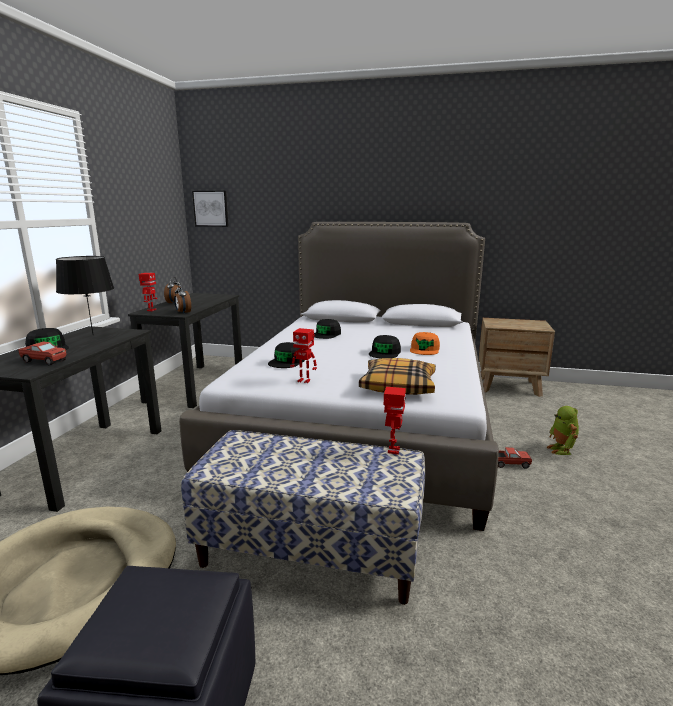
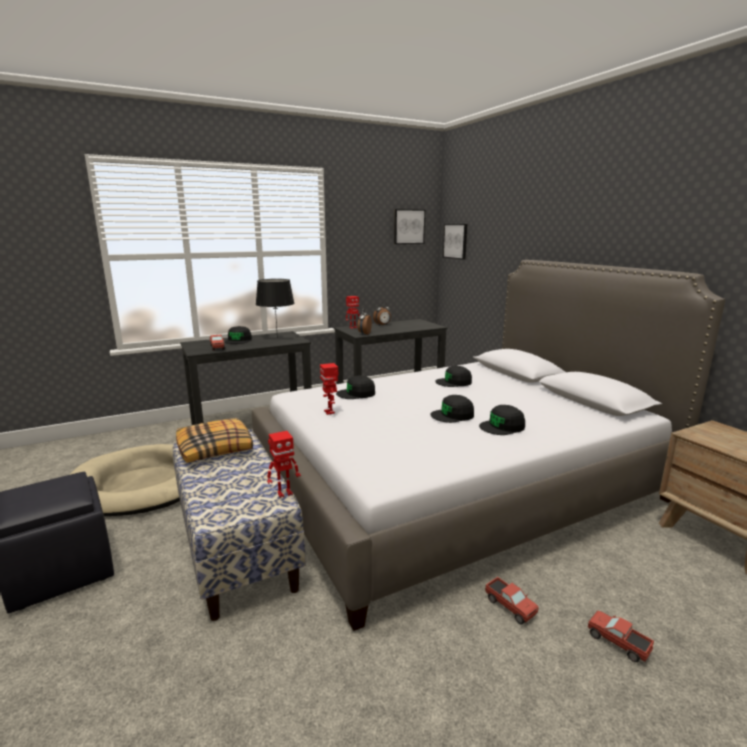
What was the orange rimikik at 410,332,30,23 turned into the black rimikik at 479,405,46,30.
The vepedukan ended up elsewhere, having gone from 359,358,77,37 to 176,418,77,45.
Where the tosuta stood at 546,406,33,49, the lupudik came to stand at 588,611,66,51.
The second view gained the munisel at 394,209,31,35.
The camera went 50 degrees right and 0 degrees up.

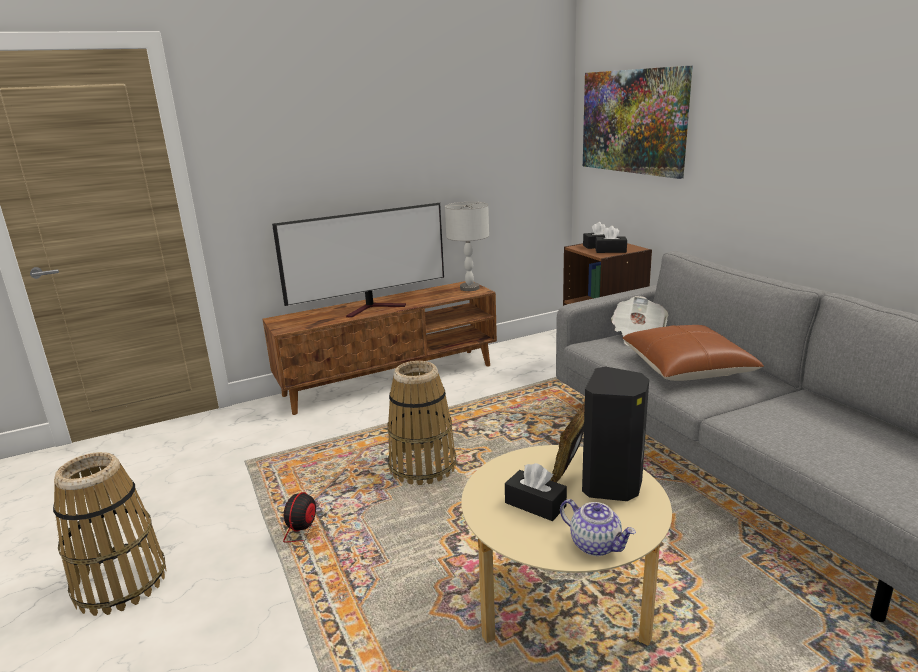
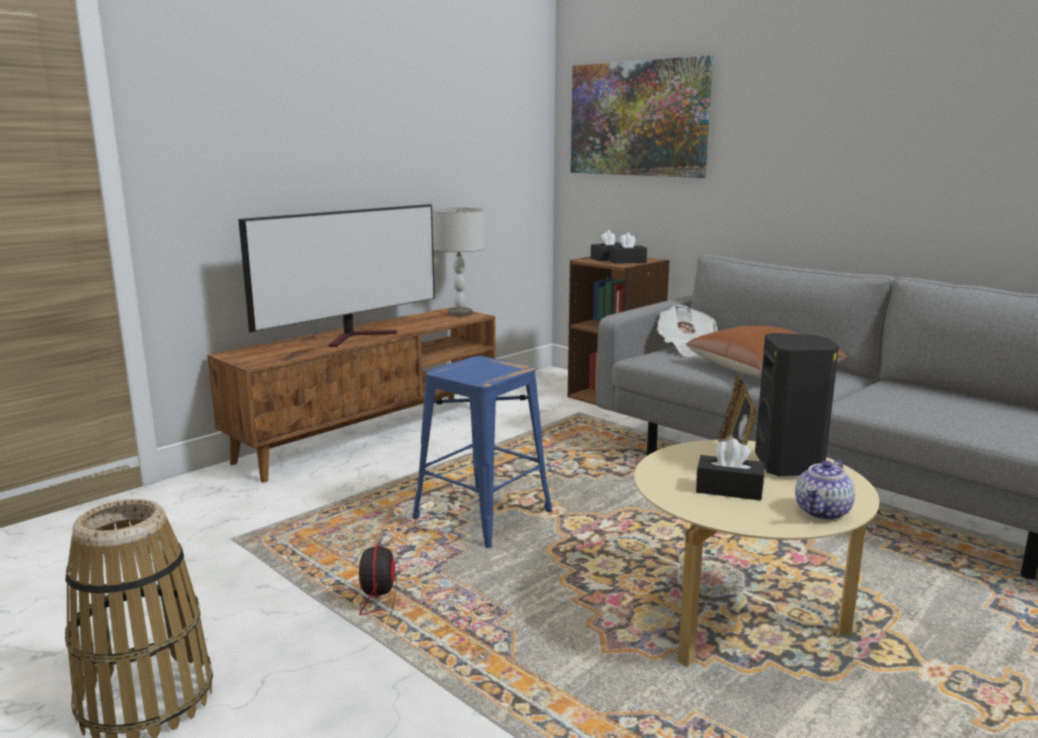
Where the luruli stood at 387,361,69,124, the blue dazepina came to stand at 412,356,140,192.
The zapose at 560,499,76,57 ended up facing another way, 105 degrees clockwise from before.
The camera went 20 degrees left and 5 degrees down.

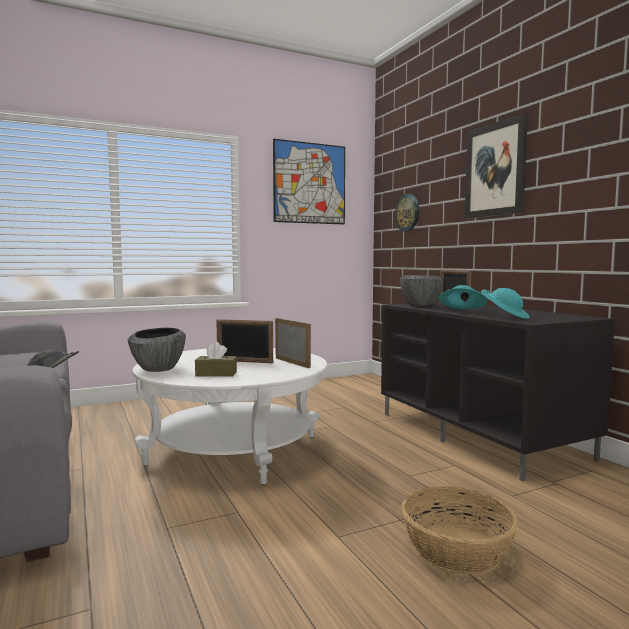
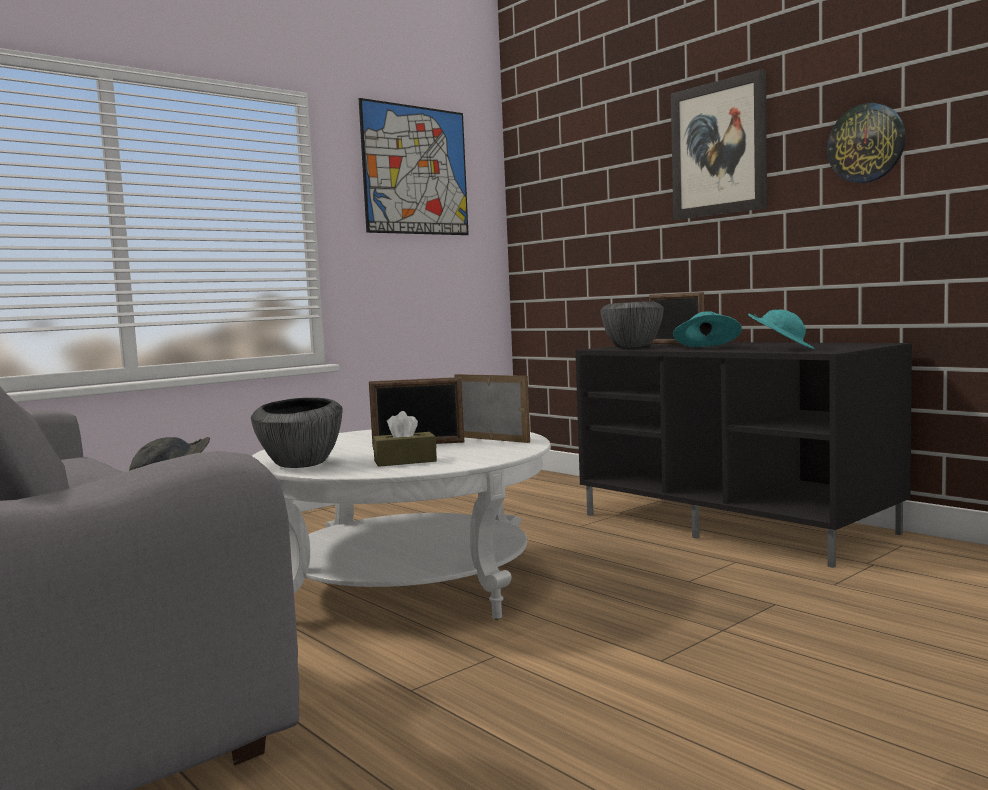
The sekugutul ended up elsewhere, having gone from 395,194,24,38 to 827,103,79,80.
The second view lost the luruli at 401,486,117,88.
The camera went 15 degrees left and 0 degrees up.

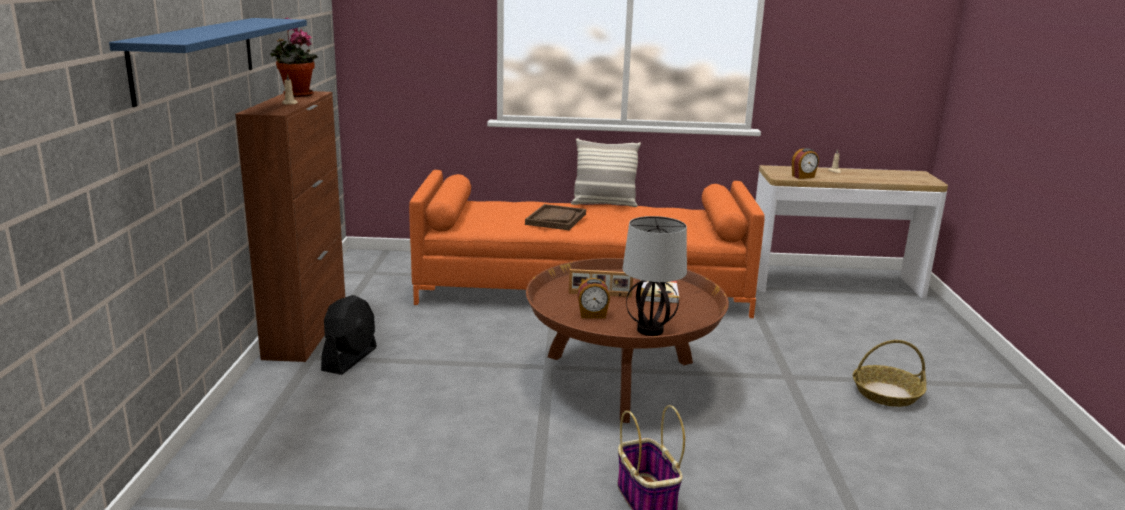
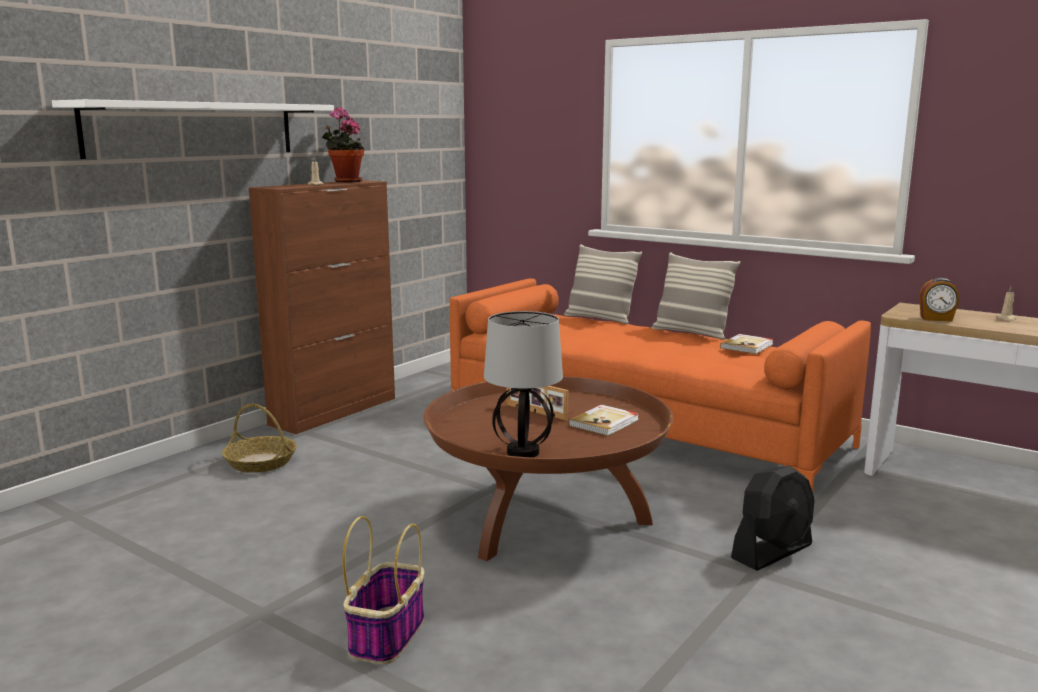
What was the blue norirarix at 109,18,198,89 turned into the white norirarix at 52,99,282,60.
The second view lost the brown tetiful at 525,204,61,26.
The second view lost the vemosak at 577,278,33,40.
The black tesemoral ended up elsewhere, having gone from 321,295,56,80 to 731,466,84,105.
The luruli ended up elsewhere, having gone from 853,340,73,67 to 222,404,75,69.
The second view gained the vepedukan at 564,244,78,80.
The second view gained the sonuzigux at 720,334,53,20.
The camera went 35 degrees right and 5 degrees down.

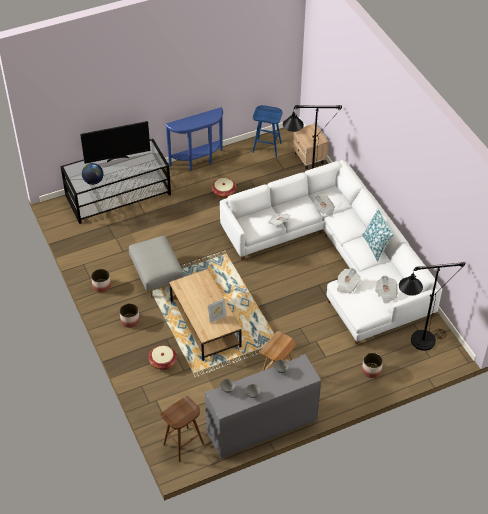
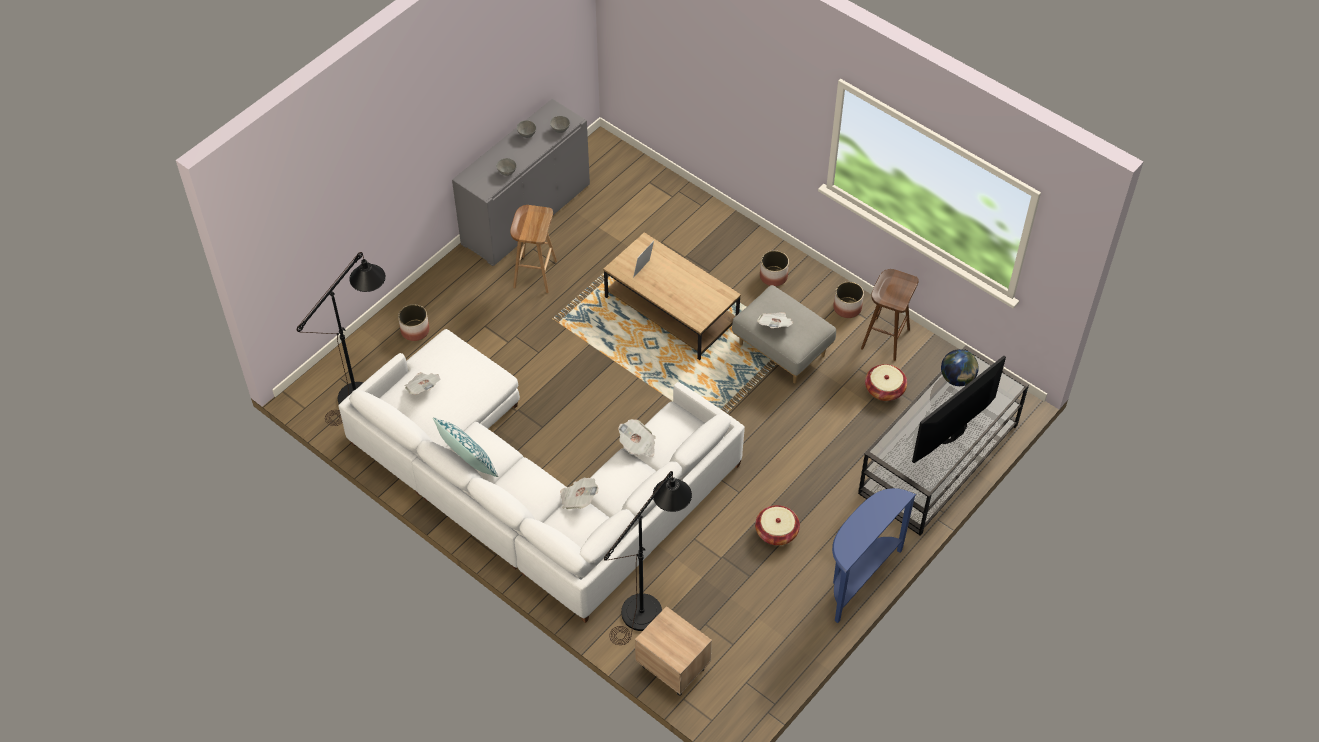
The second view lost the blue dazepina at 252,105,31,52.
The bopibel ended up elsewhere, having gone from 337,268,24,26 to 757,312,36,16.
The luruli ended up elsewhere, having gone from 149,345,28,25 to 865,364,42,37.
The brown dazepina ended up elsewhere, having gone from 160,396,44,66 to 861,269,58,92.
The camera went 155 degrees right and 5 degrees up.

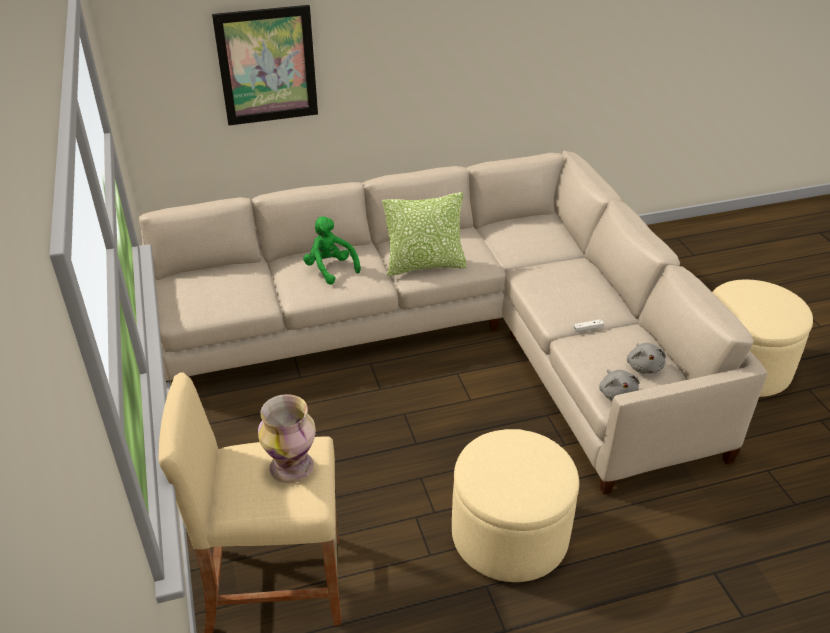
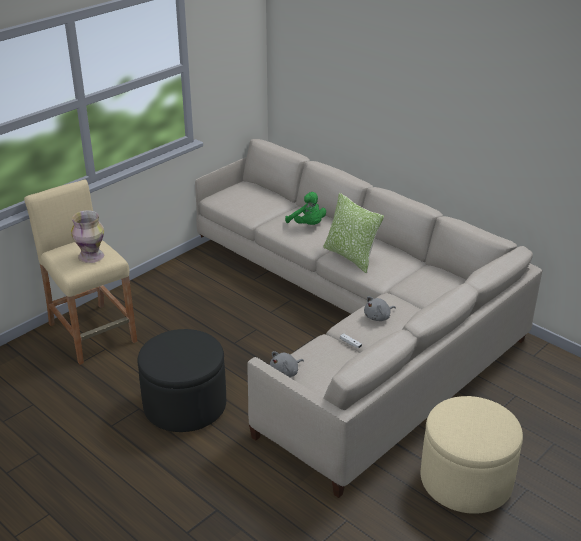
The second view lost the munisel at 212,5,106,120.
The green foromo at 303,216,58,69 ended up facing another way, 120 degrees clockwise from before.
The grey foromo ended up elsewhere, having gone from 627,343,39,31 to 364,296,32,25.
What was the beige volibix at 452,429,127,153 turned into the black volibix at 137,329,89,103.
The camera went 60 degrees right and 5 degrees down.

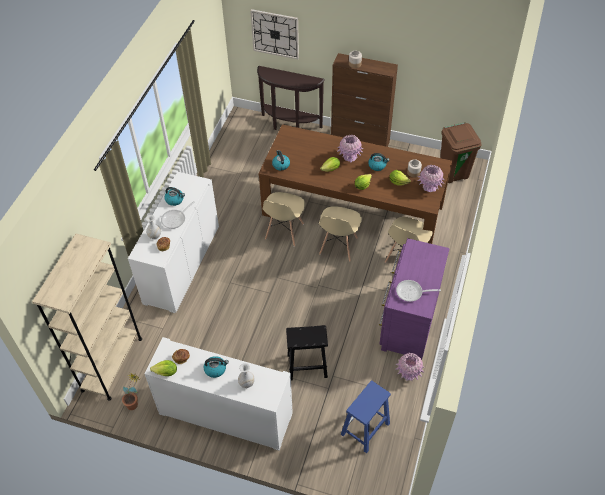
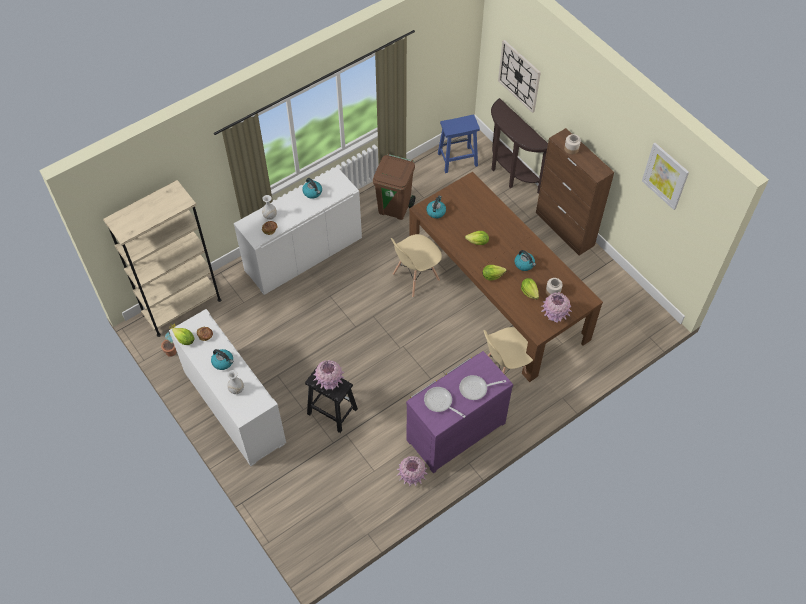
The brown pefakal ended up elsewhere, having gone from 440,122,42,61 to 373,154,42,66.
The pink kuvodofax ended up elsewhere, having gone from 337,135,26,27 to 313,360,32,30.
The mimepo ended up elsewhere, having gone from 161,201,34,28 to 459,375,47,25.
The second view lost the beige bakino at 319,206,43,56.
The blue dazepina ended up elsewhere, having gone from 341,380,50,74 to 438,114,42,59.
The second view gained the munisel at 642,143,47,67.
The camera went 35 degrees right and 5 degrees up.

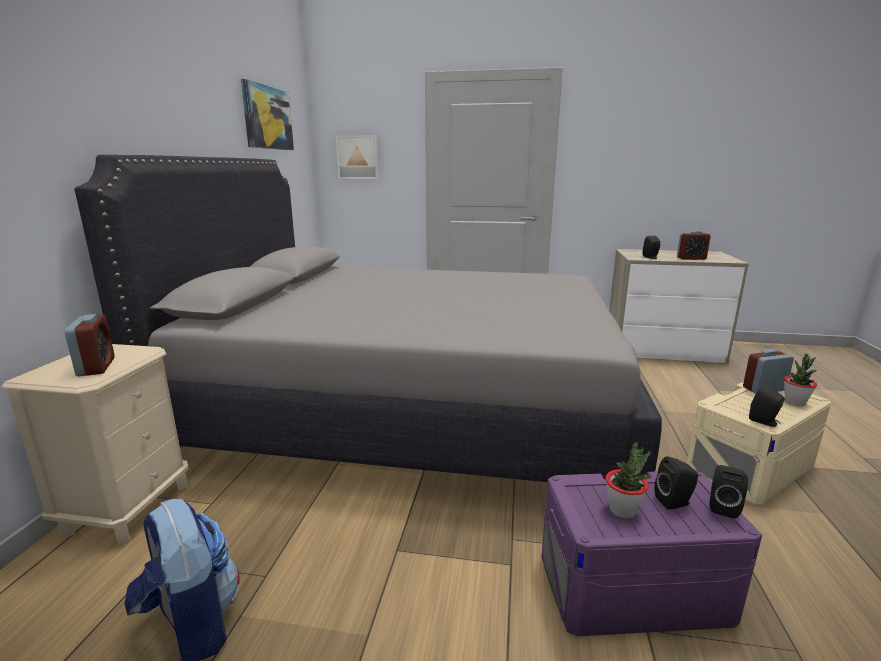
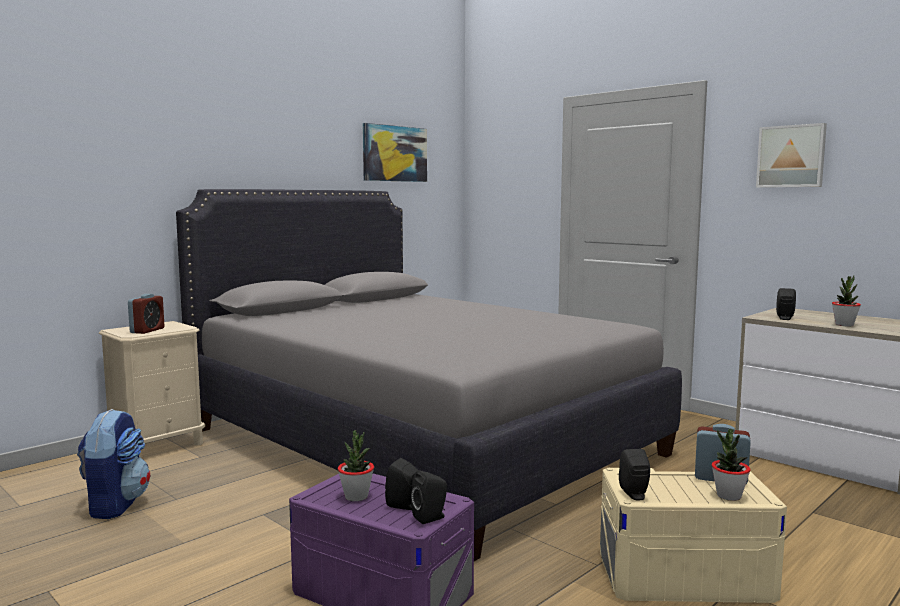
The munisel ended up elsewhere, having gone from 336,135,43,44 to 756,123,71,65.
Where the vemosak stood at 677,230,34,30, the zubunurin came to stand at 832,276,29,50.
The camera went 35 degrees right and 10 degrees down.

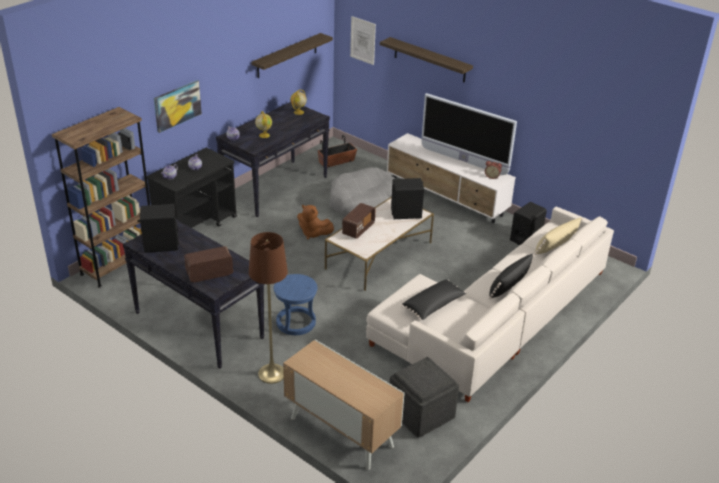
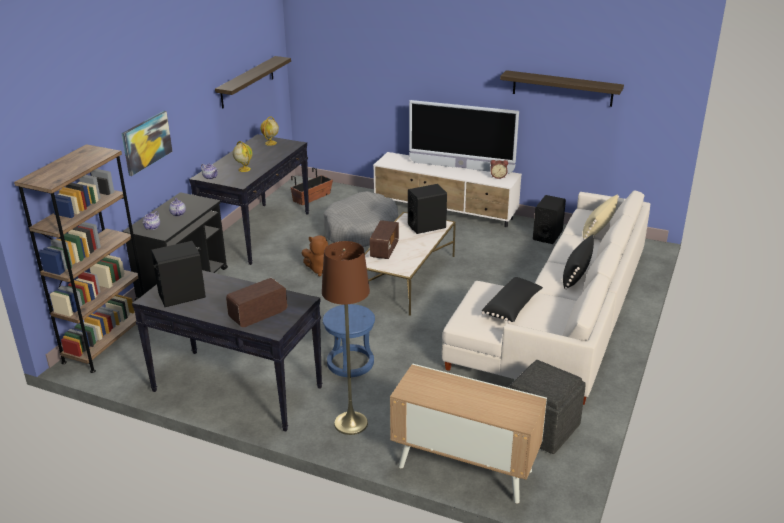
The second view lost the munisel at 350,16,26,49.
The norirarix ended up elsewhere, having gone from 380,37,93,46 to 500,70,124,37.
The camera went 15 degrees left and 5 degrees down.

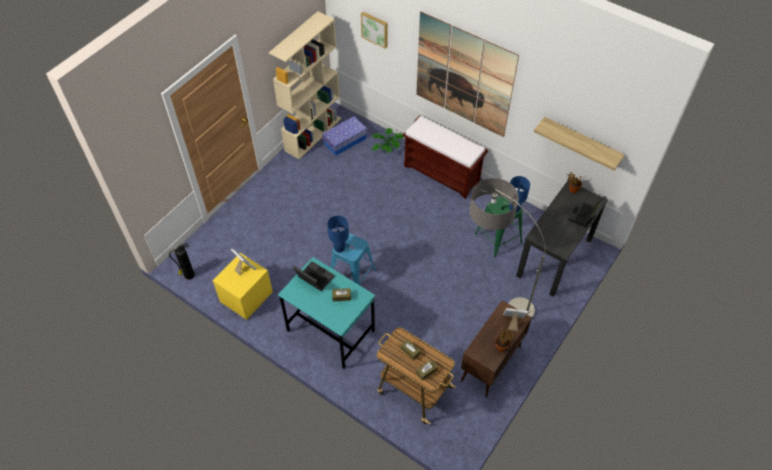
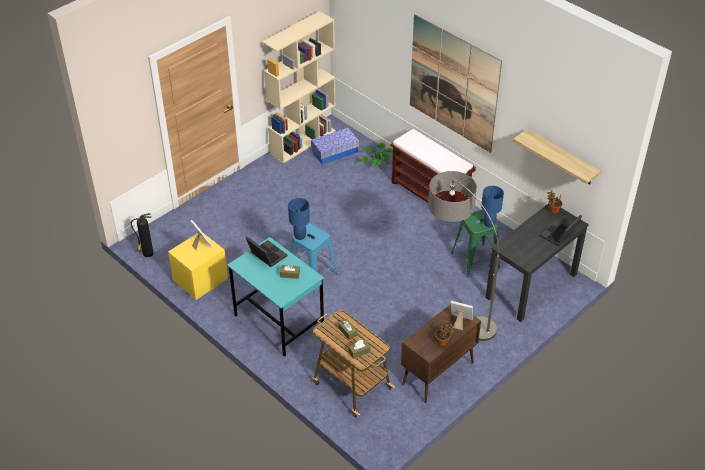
The second view lost the munisel at 361,12,27,37.
The camera went 10 degrees right and 10 degrees down.

